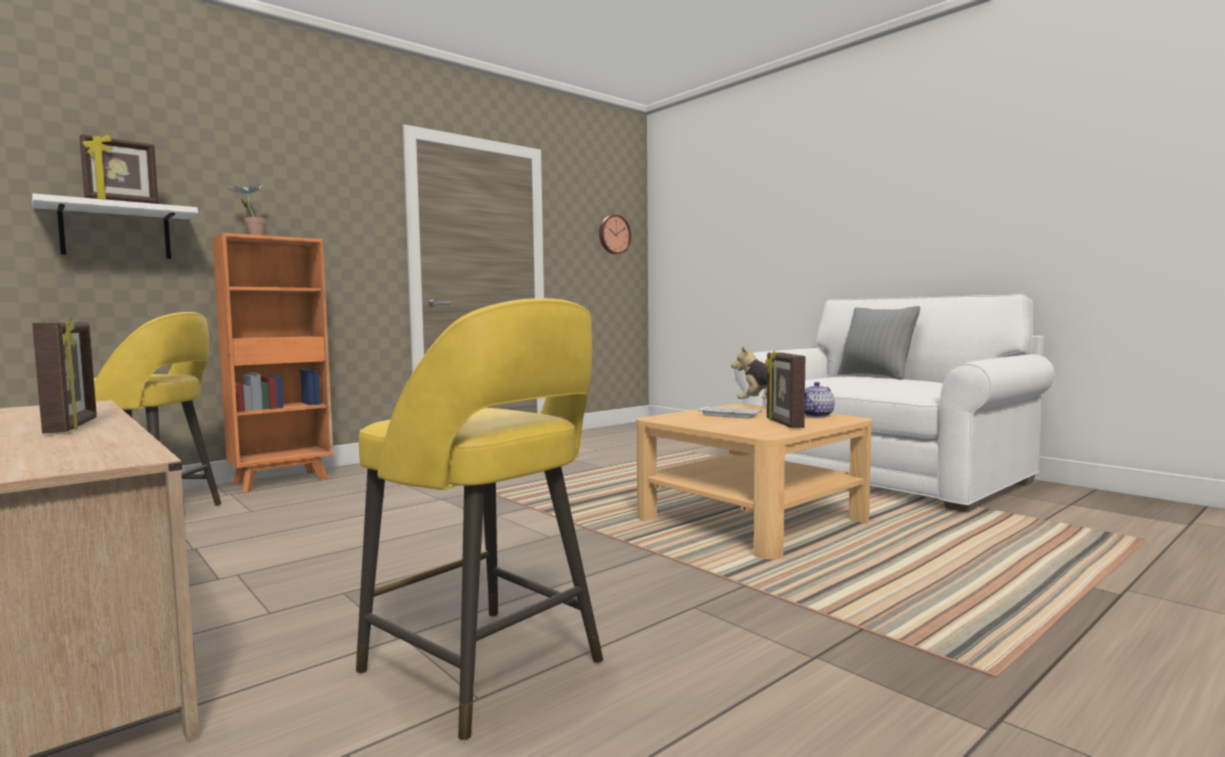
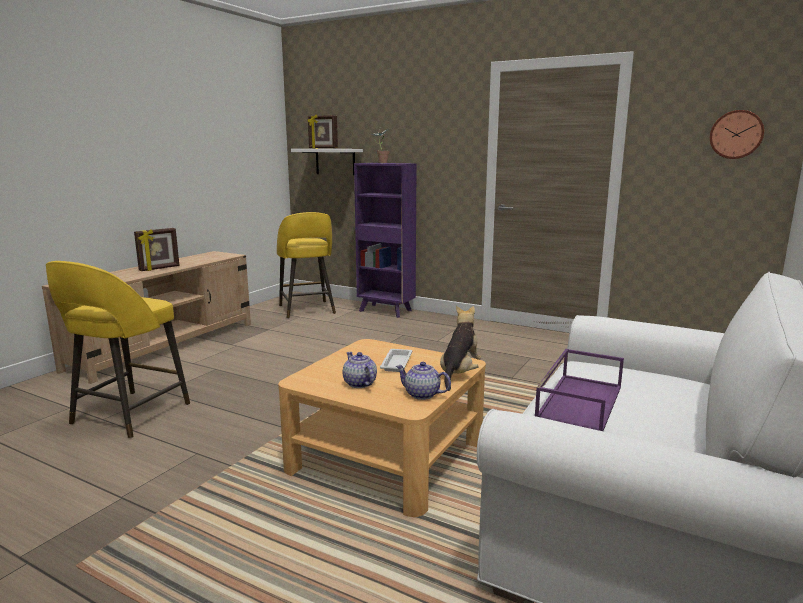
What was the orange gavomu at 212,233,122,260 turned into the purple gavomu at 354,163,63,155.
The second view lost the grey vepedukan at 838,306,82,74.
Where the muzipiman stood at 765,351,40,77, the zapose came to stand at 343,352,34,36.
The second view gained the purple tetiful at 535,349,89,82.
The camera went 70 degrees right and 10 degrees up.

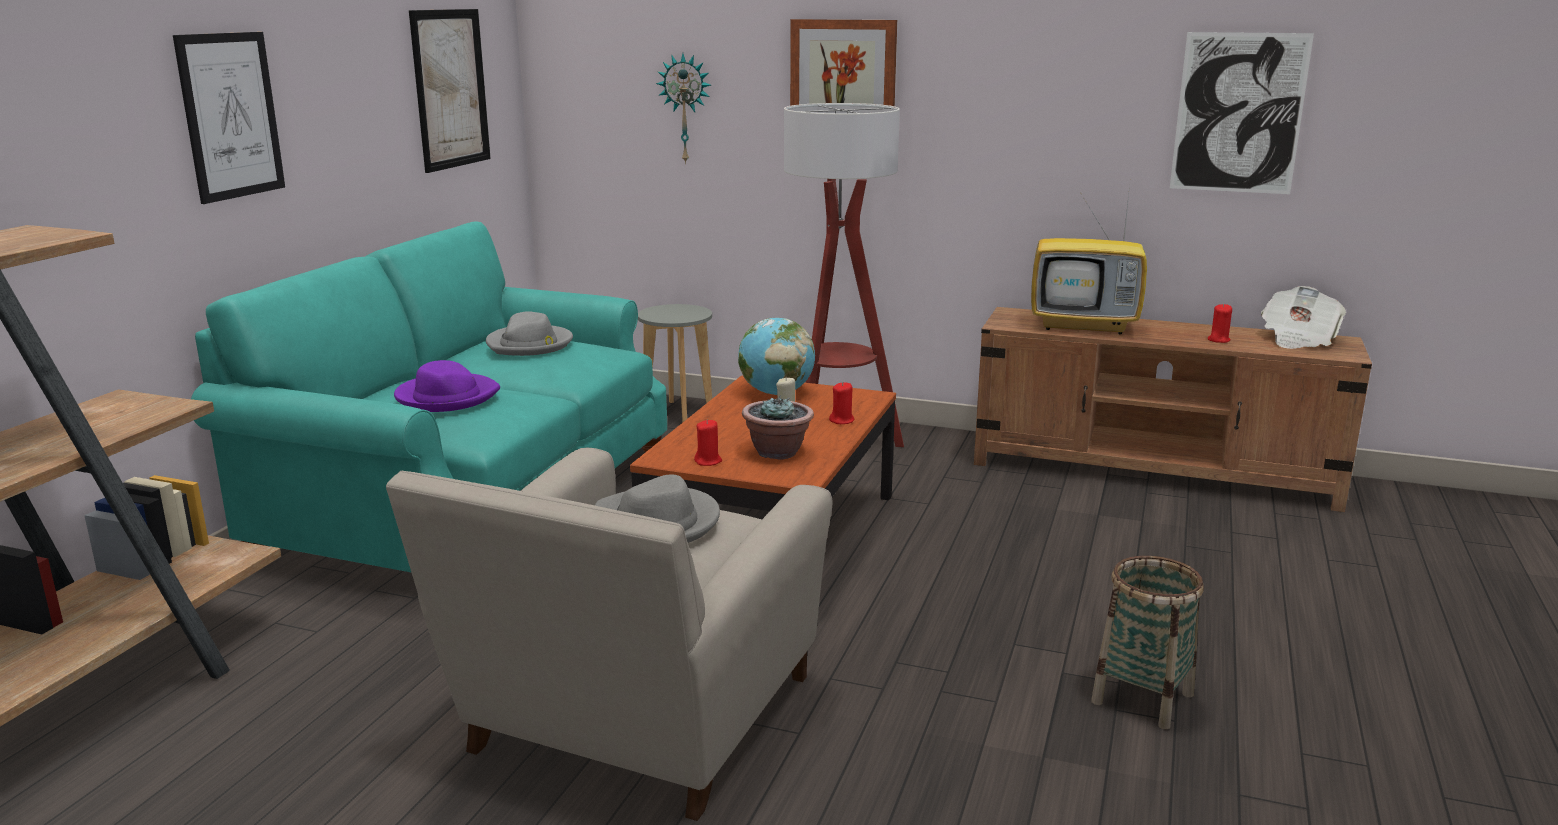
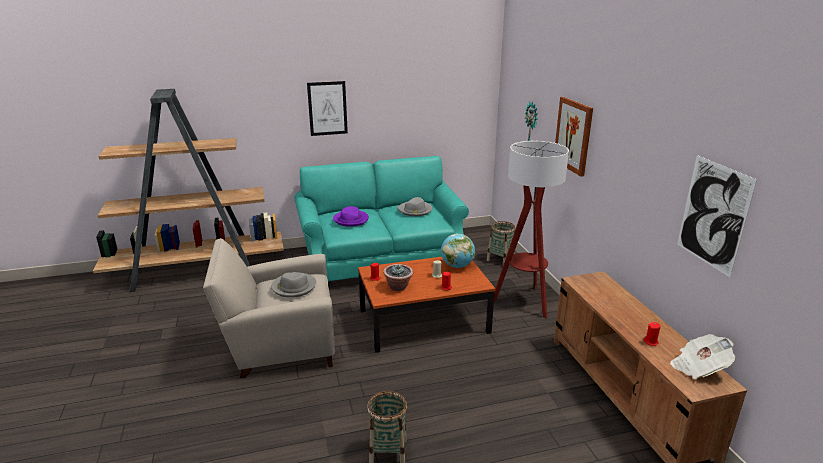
The second view lost the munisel at 409,9,82,164.
The second view lost the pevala at 1031,185,116,150.
Where the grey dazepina stood at 638,304,74,119, the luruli came to stand at 487,221,28,43.
The camera went 55 degrees right and 5 degrees up.

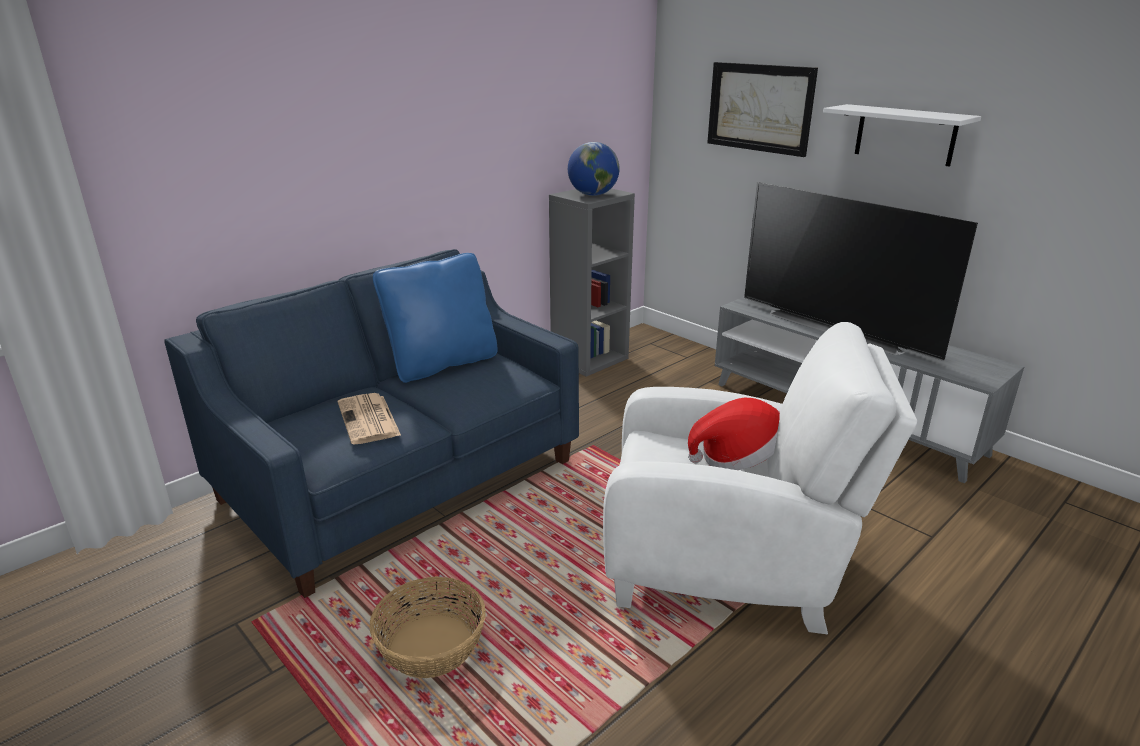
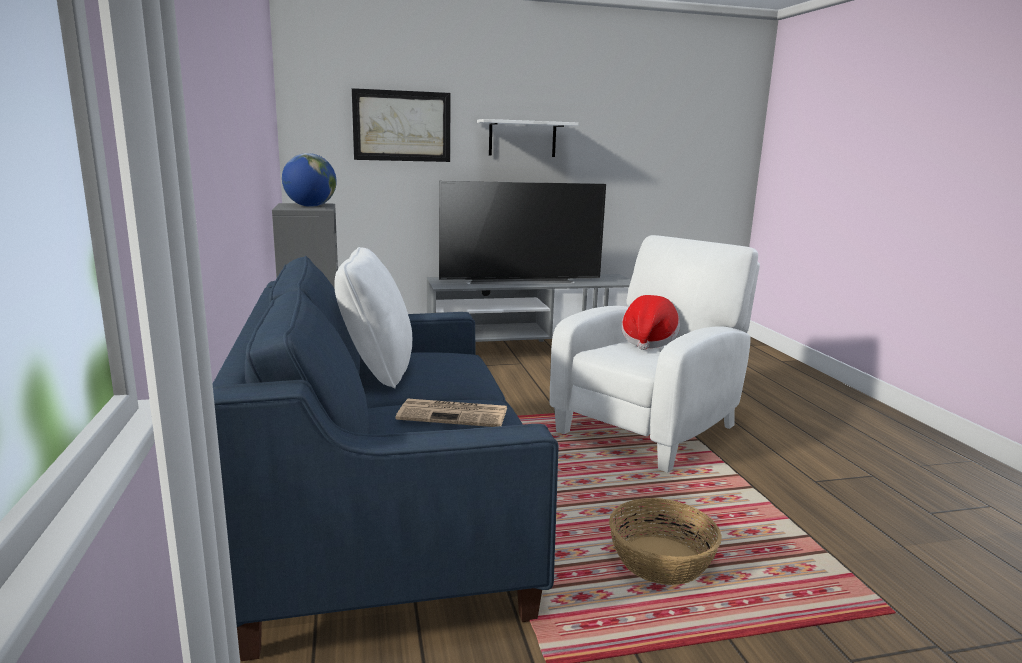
What was the blue vepedukan at 373,253,125,130 turned into the white vepedukan at 334,247,78,141.
The camera went 60 degrees left and 10 degrees down.

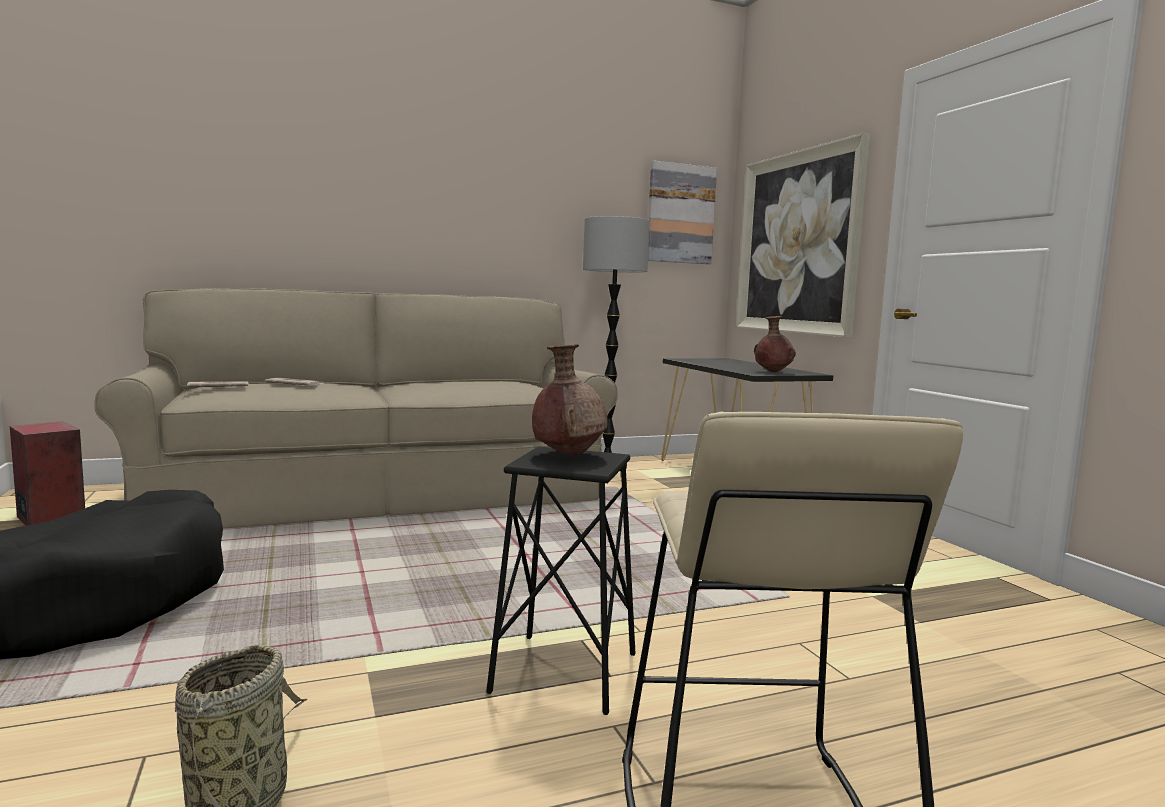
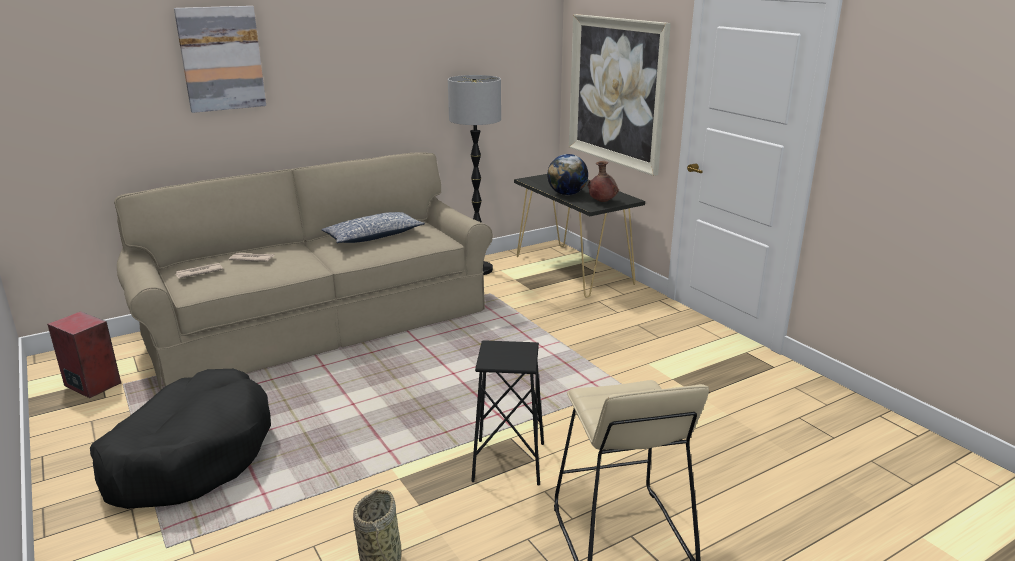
The munisel ended up elsewhere, having gone from 648,161,69,103 to 174,6,92,107.
The second view lost the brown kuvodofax at 532,344,75,112.
The second view gained the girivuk at 547,154,41,41.
The second view gained the vepedukan at 321,212,104,31.
The camera went 10 degrees left and 15 degrees up.

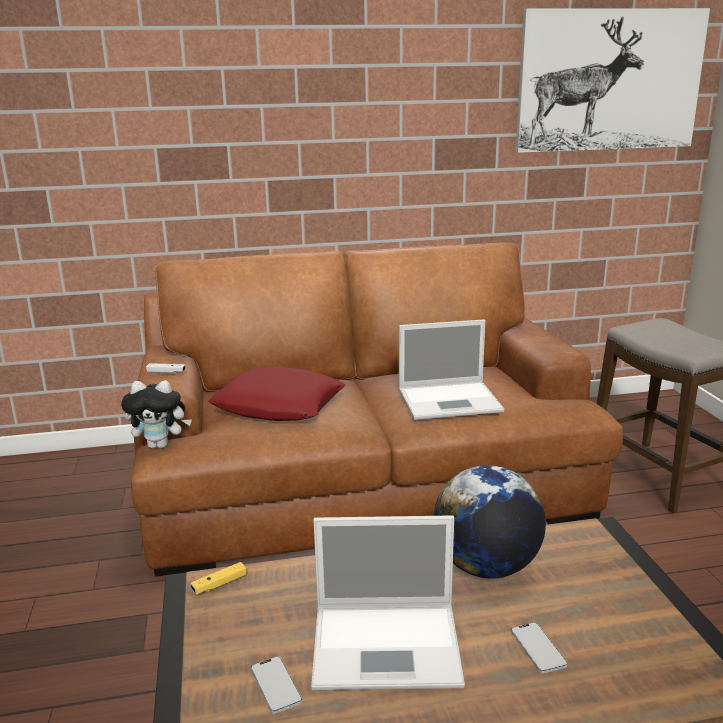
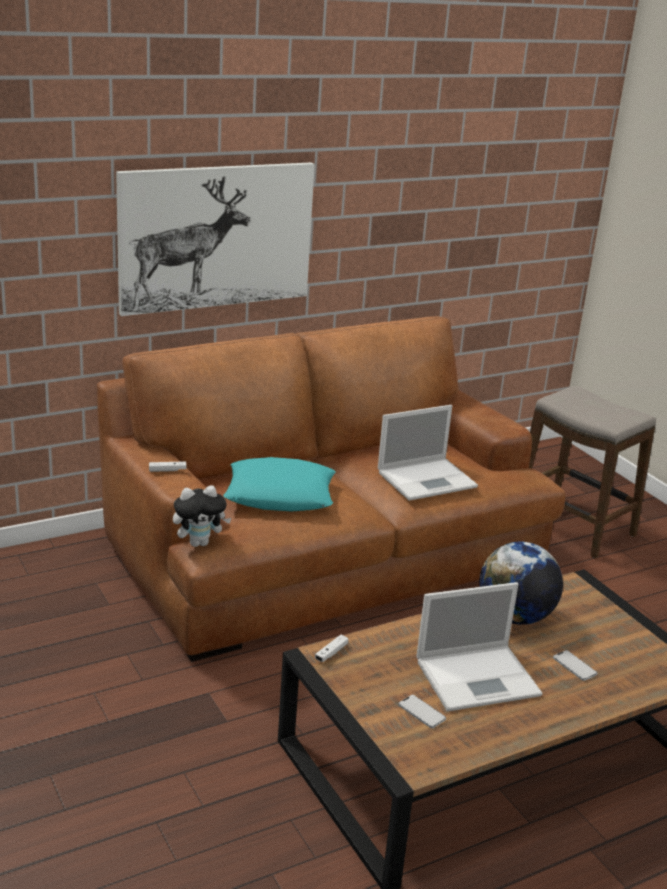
The munisel ended up elsewhere, having gone from 515,8,195,145 to 116,163,199,153.
What was the red vepedukan at 208,367,137,54 turned into the turquoise vepedukan at 224,457,111,55.
What was the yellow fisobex at 191,562,55,32 turned into the white fisobex at 315,635,34,27.
The camera went 20 degrees left and 5 degrees up.

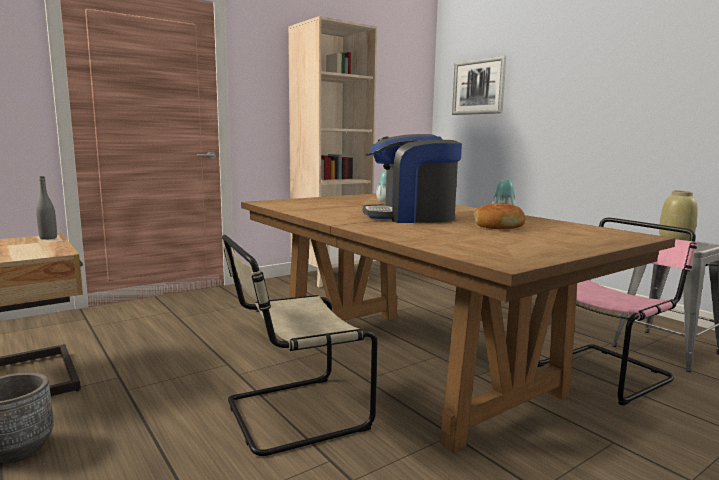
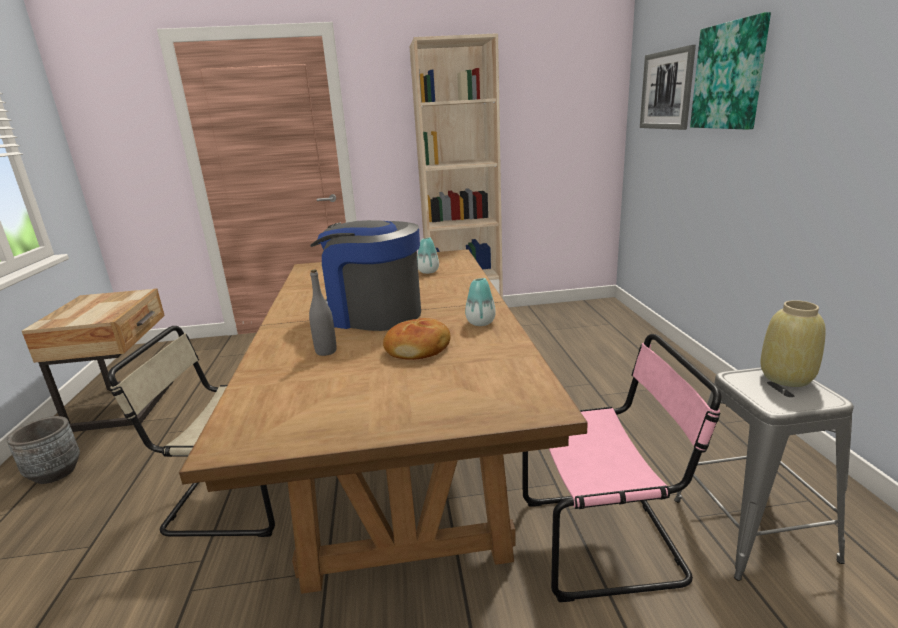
The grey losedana ended up elsewhere, having gone from 36,176,21,64 to 309,269,28,87.
The second view gained the munisel at 690,12,81,118.
The camera went 30 degrees right and 10 degrees up.

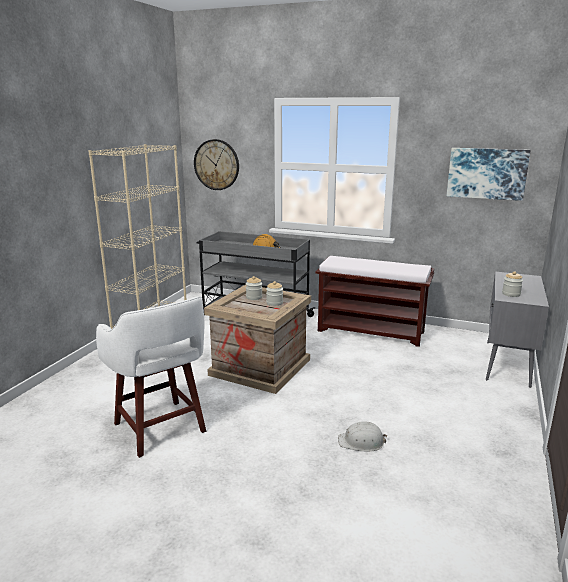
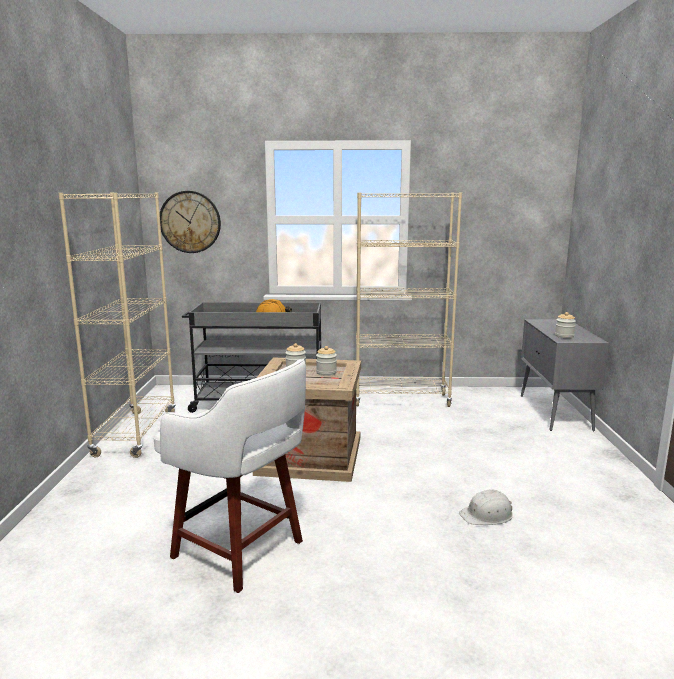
The second view lost the munisel at 447,148,84,53.
Where the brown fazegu stood at 316,256,118,91, the beige gavomu came to stand at 356,193,106,214.
The camera went 20 degrees left and 5 degrees down.

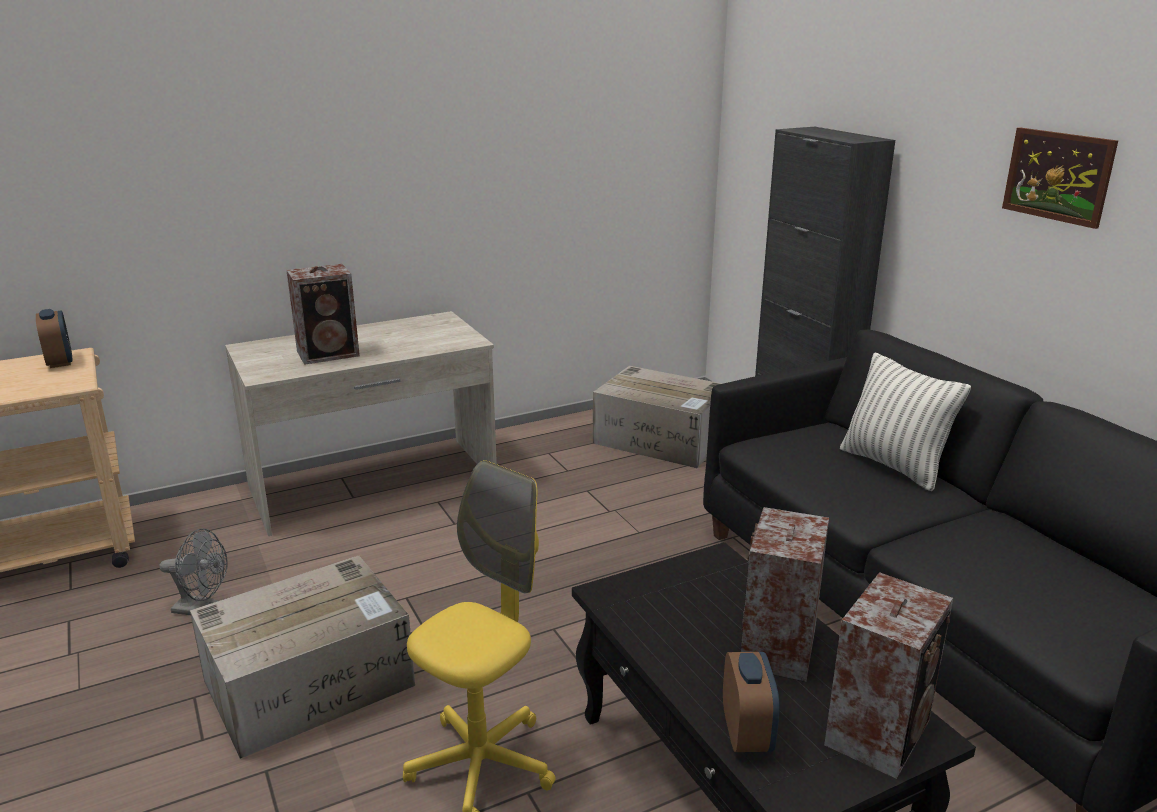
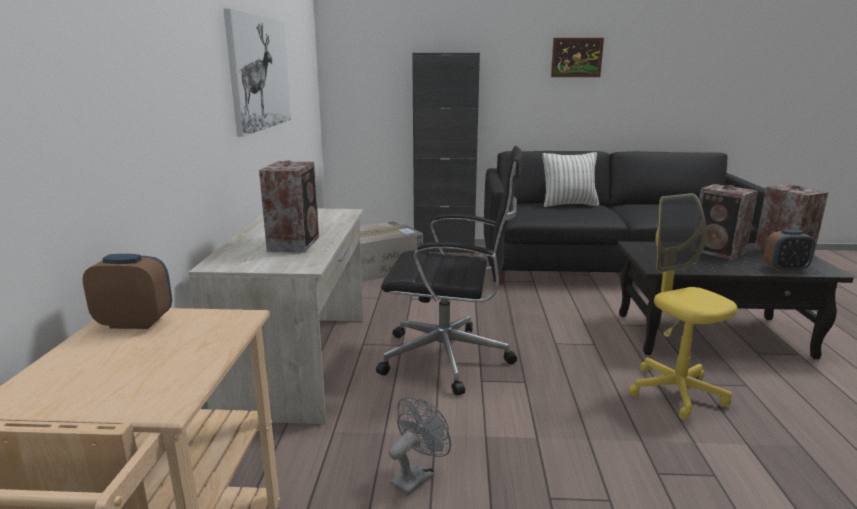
The second view lost the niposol at 190,556,225,203.
The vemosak at 723,652,57,100 ended up facing another way, 150 degrees clockwise from before.
The second view gained the munisel at 223,8,68,129.
The second view gained the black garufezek at 376,146,147,249.
The camera went 60 degrees left and 5 degrees down.

